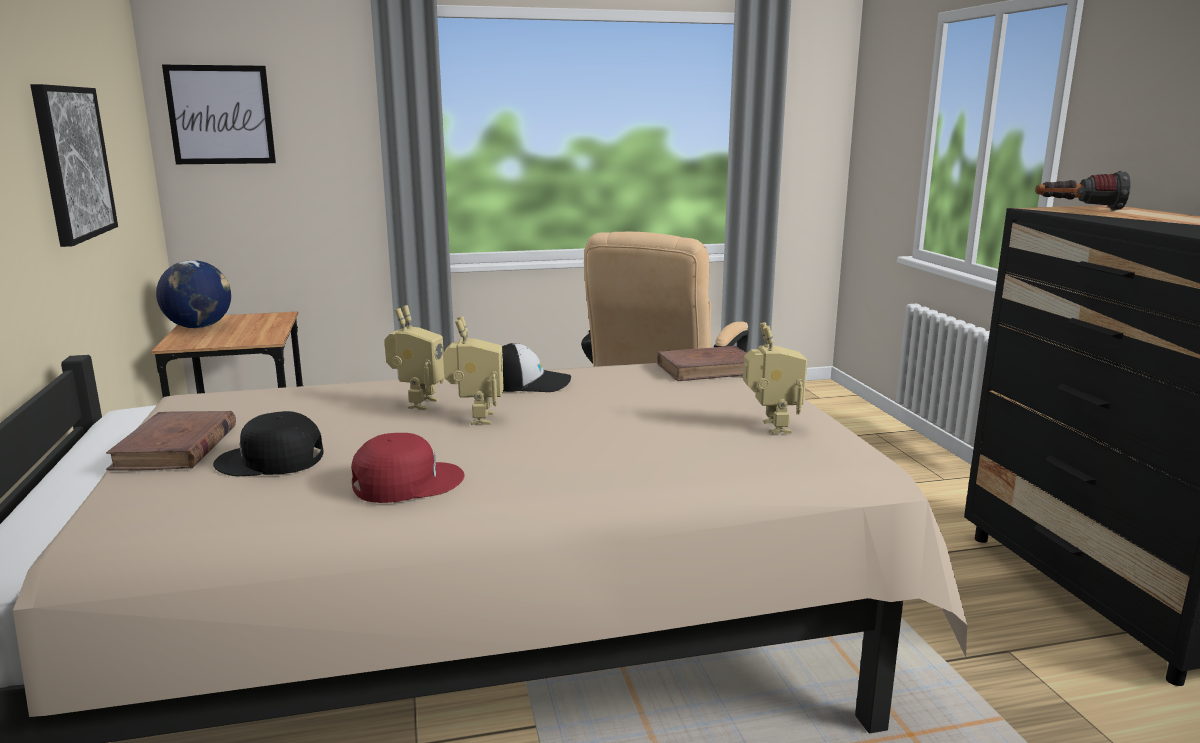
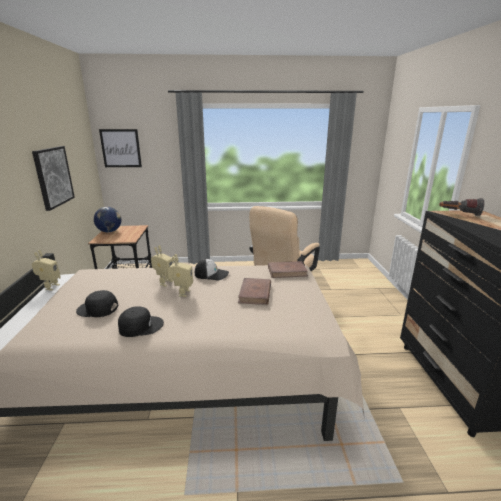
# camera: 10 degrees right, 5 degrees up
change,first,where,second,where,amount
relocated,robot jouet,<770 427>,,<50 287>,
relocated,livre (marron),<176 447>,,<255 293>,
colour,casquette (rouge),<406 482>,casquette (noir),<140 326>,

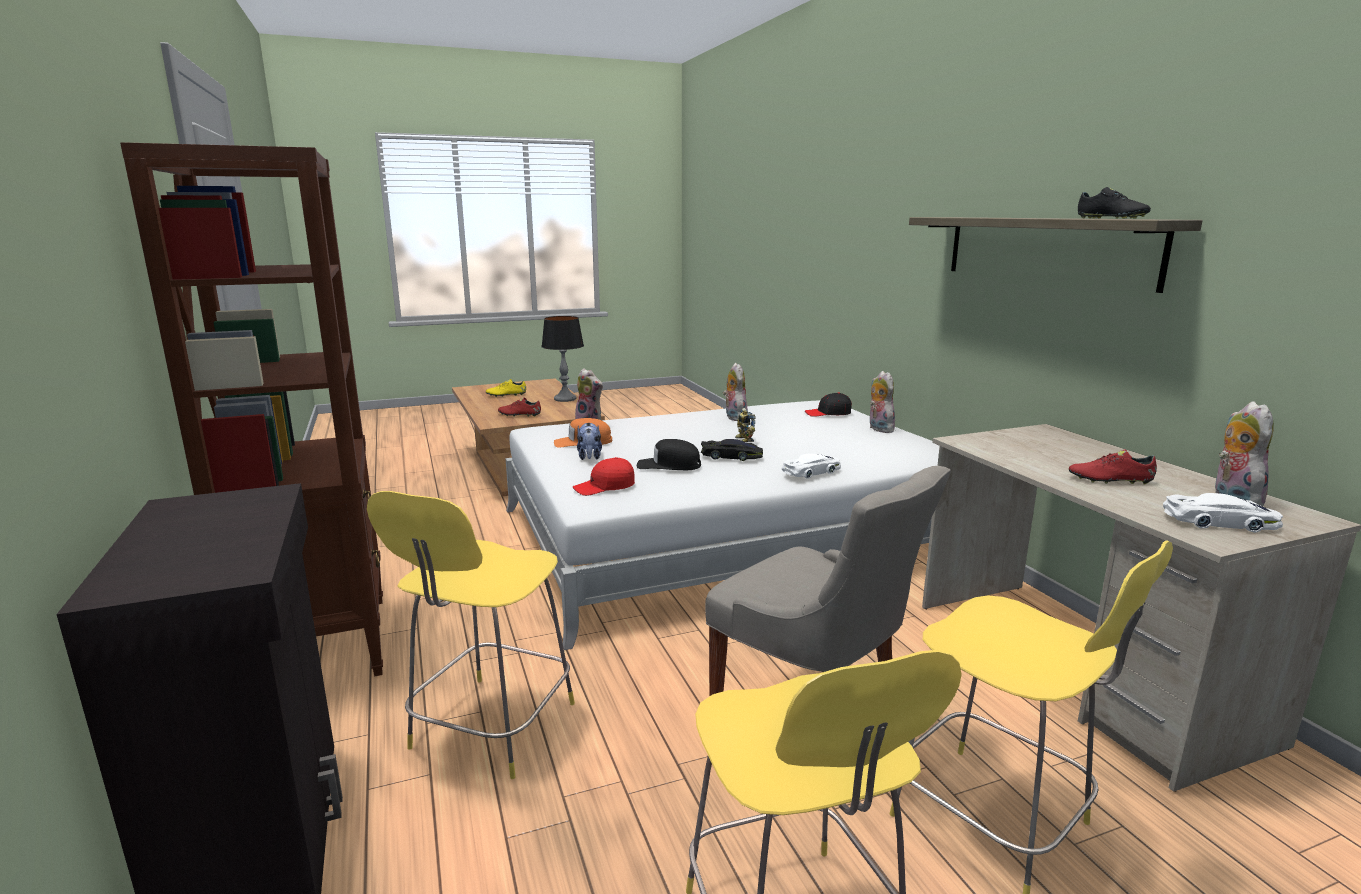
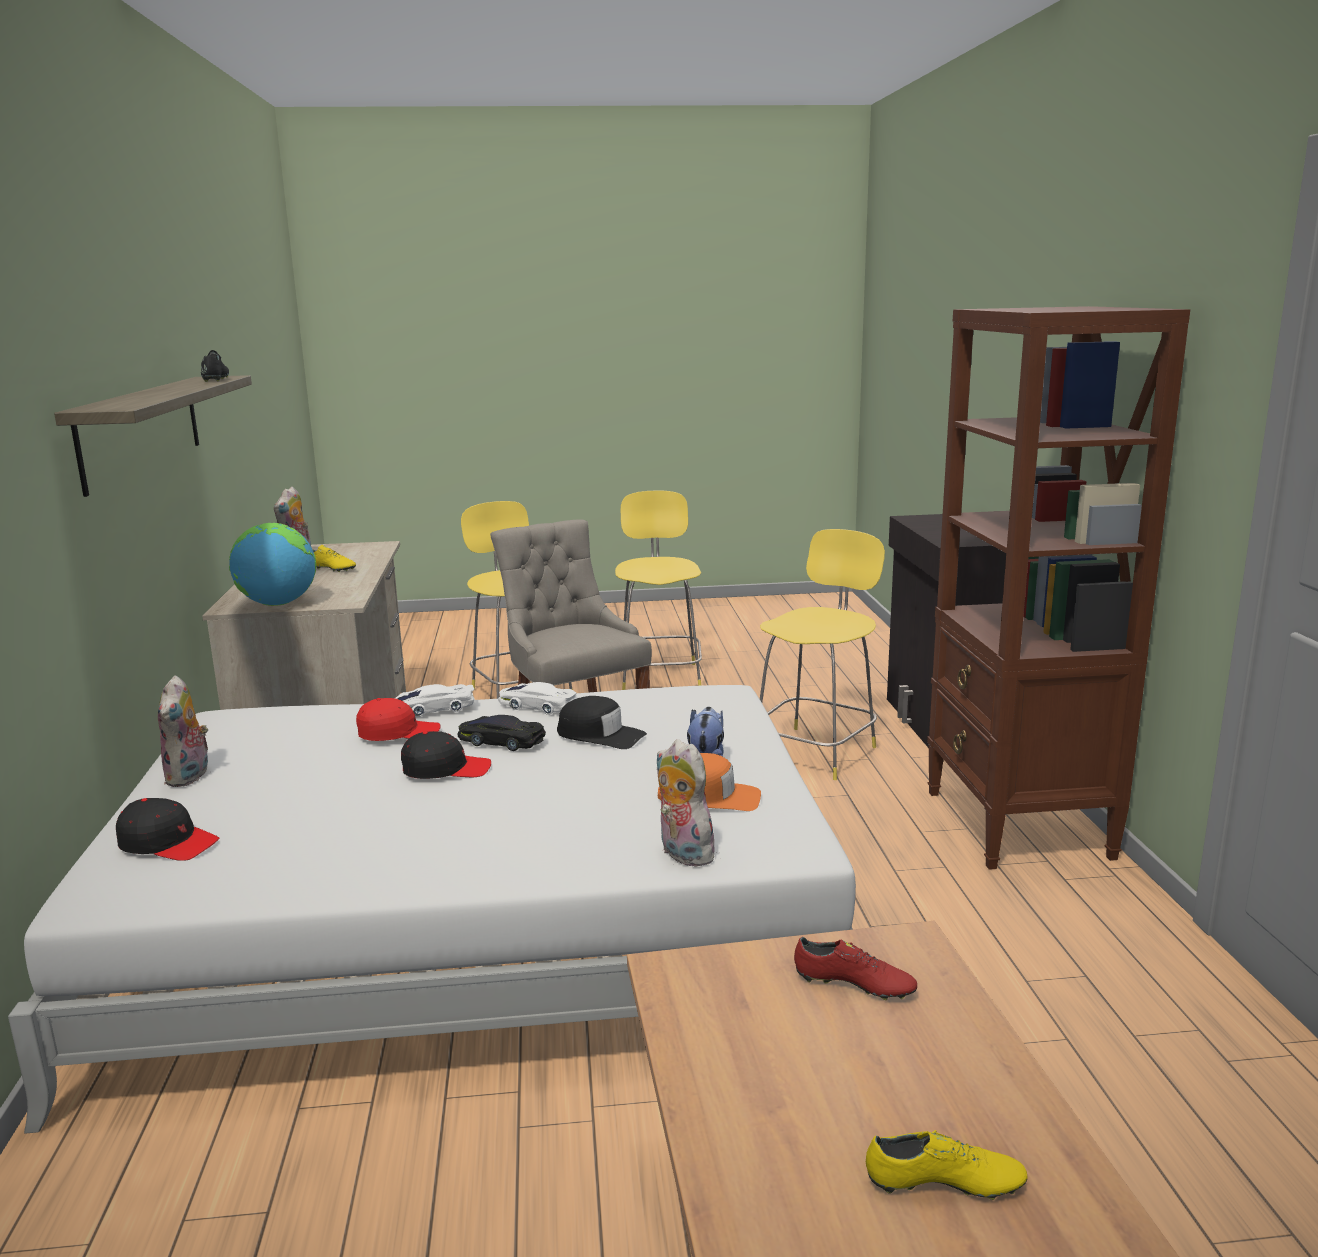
# camera: 165 degrees left, 0 degrees up
change,first,where,second,where,amount
missing,lampe de table,<565 399>,,,
missing,peluche,<734 417>,,,
exchanged,robot jouet,<743 440>,casquette (noir),<446 769>,
colour,chaussure (rouge),<1110 480>,chaussure (jaune),<331 569>,
relocated,casquette (rouge),<605 487>,,<398 733>,
relocated,petite voiture (blanc),<1220 522>,,<537 705>,
appeared,,,globe,<277 604>,

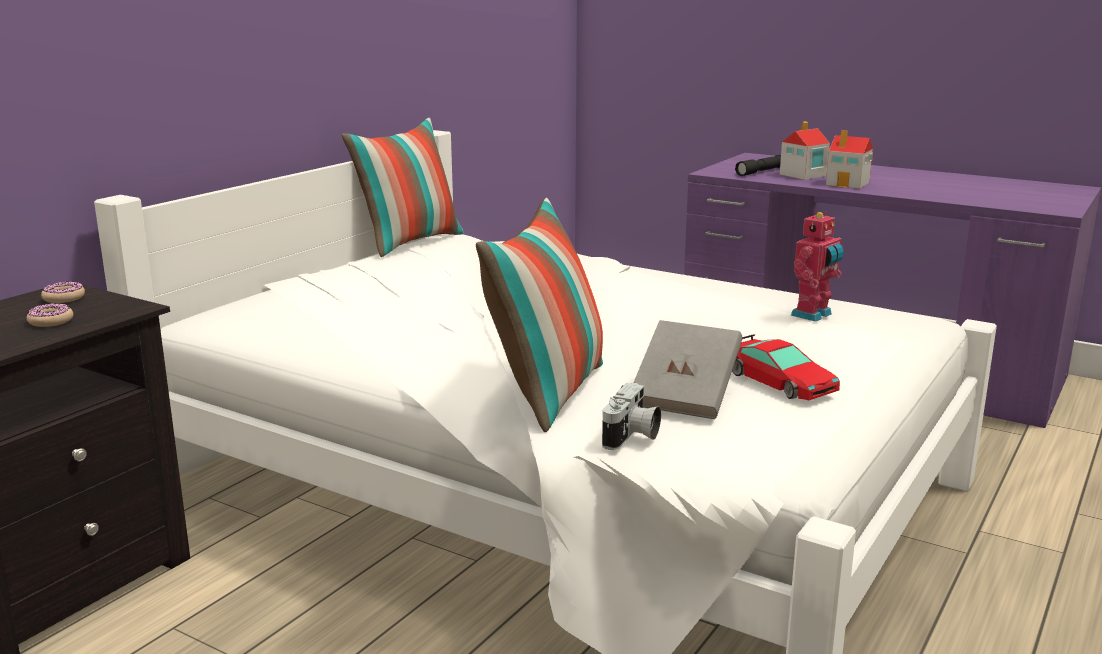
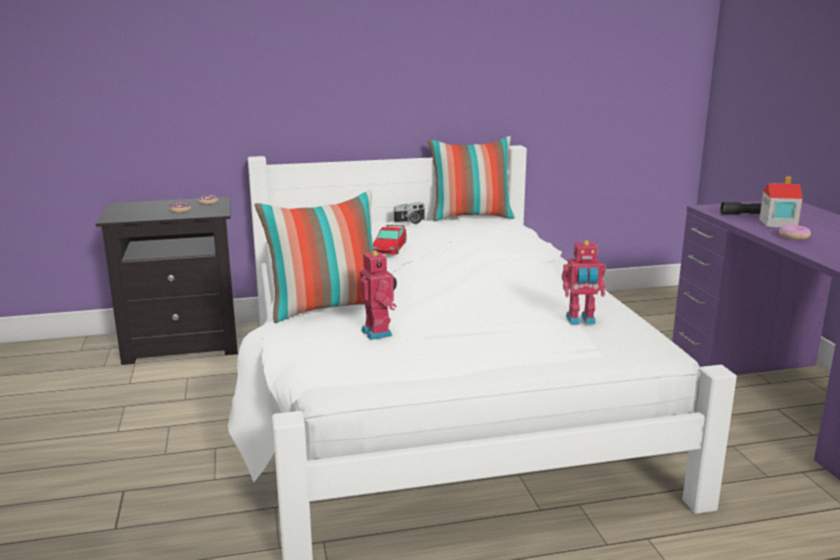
# camera: 45 degrees right, 0 degrees up
change,first,where,second,where,amount
exchanged,maison miniature,<848 183>,beignet,<793 237>,
exchanged,livre (gris),<686 395>,robot jouet,<379 332>,
relocated,petite voiture,<778 382>,,<389 248>,
relocated,appareil photo,<632 437>,,<410 222>,

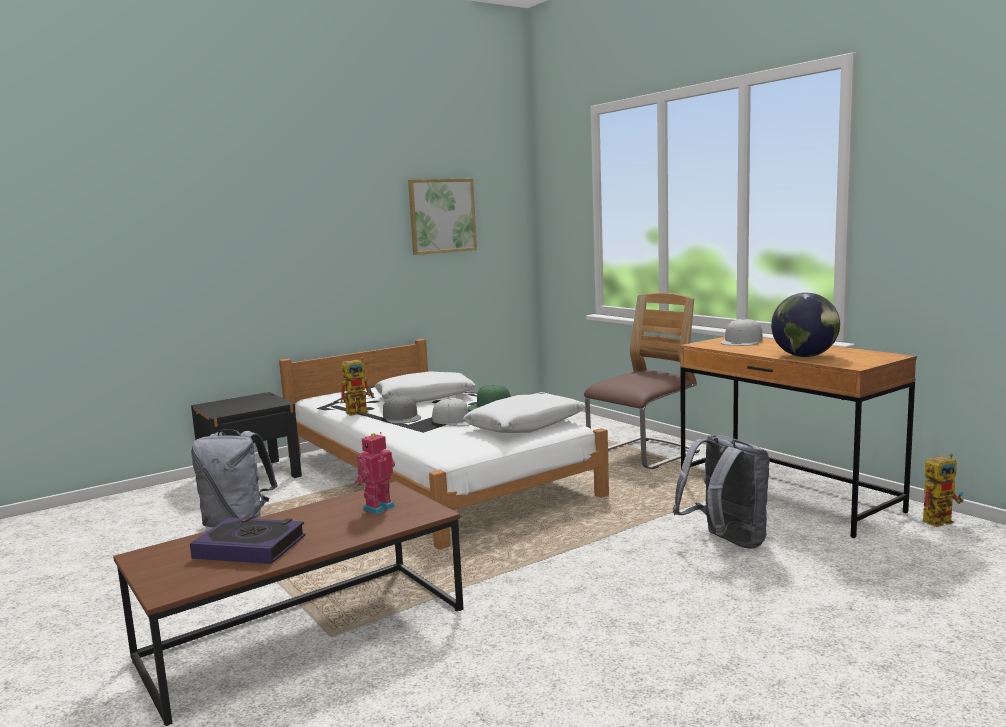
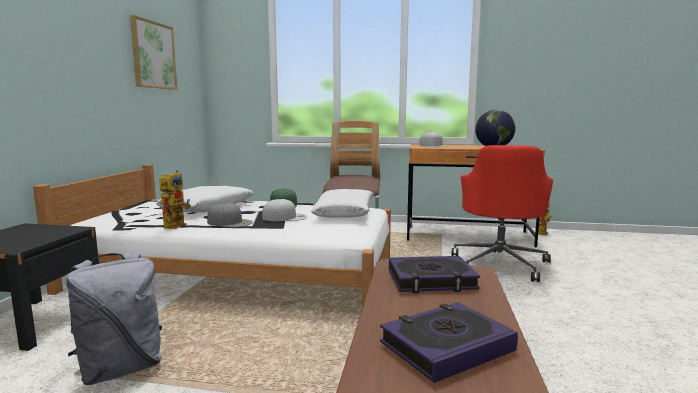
# camera: 45 degrees left, 0 degrees up
change,first,where,second,where,amount
exchanged,robot jouet,<377 507>,livre,<431 280>,
exchanged,sac à dos (gris),<725 542>,chaise de bureau (rouge),<500 264>,

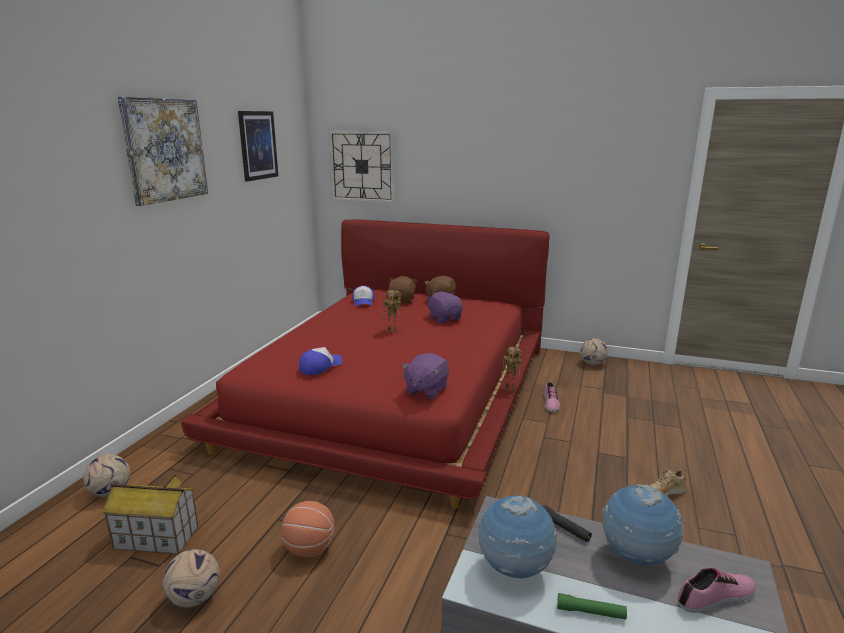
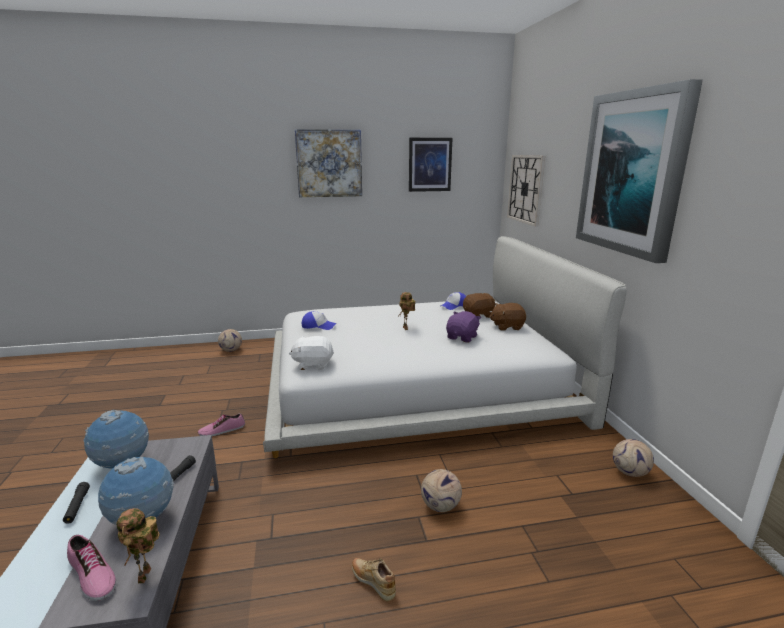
# camera: 60 degrees right, 0 degrees up
change,first,where,second,where,amount
colour,lit (rouge),<396 392>,lit (blanc),<417 384>,
relocated,robot jouet,<511 389>,,<146 576>,
colour,peluche (violet),<426 390>,peluche (blanc),<313 364>,
relocated,chaussure,<550 402>,,<222 430>,
missing,maison miniature,<155 537>,,,
missing,ballon de basket,<309 549>,,,
relocated,ballon de foot,<194 598>,,<440 506>,
colour,lampe de poche (vert),<591 612>,lampe de poche (noir),<77 506>,
appeared,,,tableau,<632 173>,

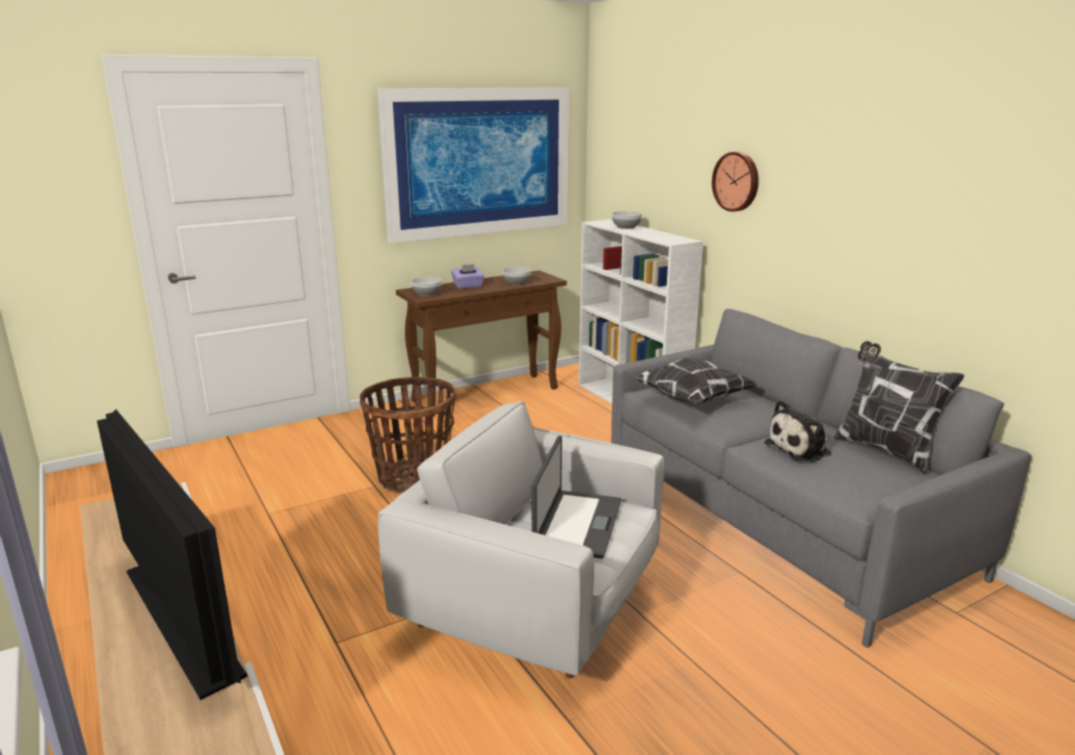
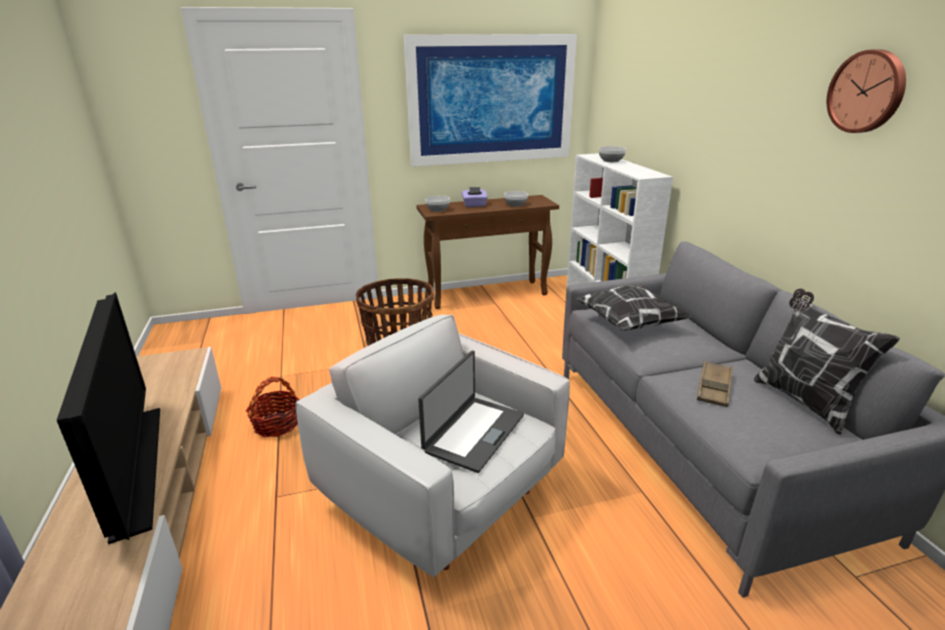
# camera: 15 degrees right, 5 degrees up
change,first,where,second,where,amount
relocated,horloge murale,<737 181>,,<867 92>,
exchanged,peluche,<801 449>,plateau (marron),<714 388>,
appeared,,,panier,<277 424>,

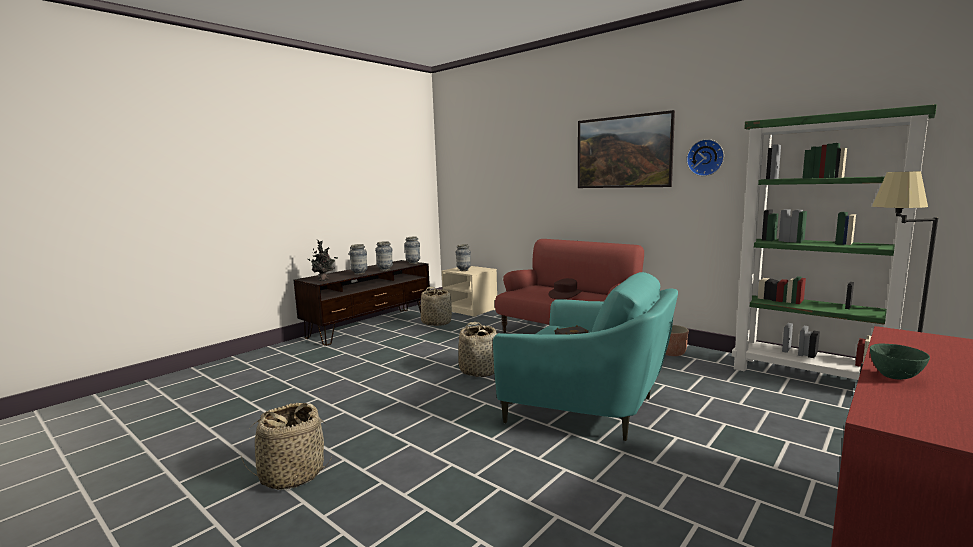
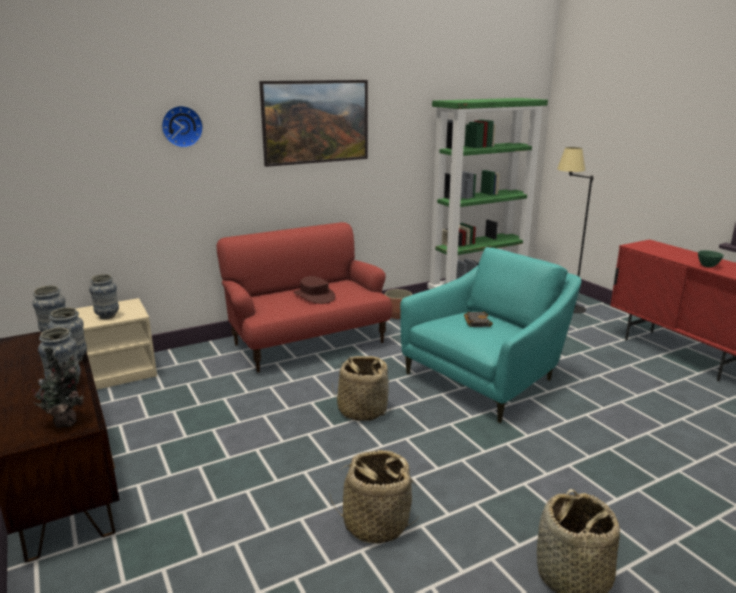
# camera: 70 degrees left, 10 degrees up
change,first,where,second,where,amount
relocated,horloge murale,<705 157>,,<181 126>,
relocated,panier,<436 322>,,<375 523>,

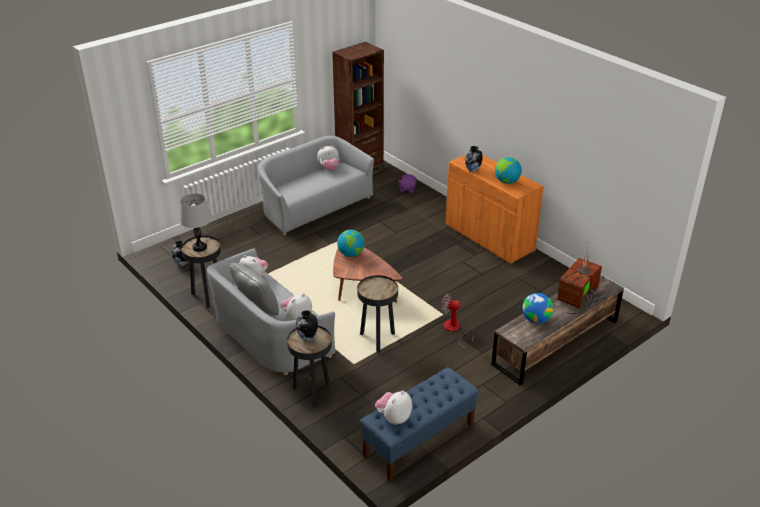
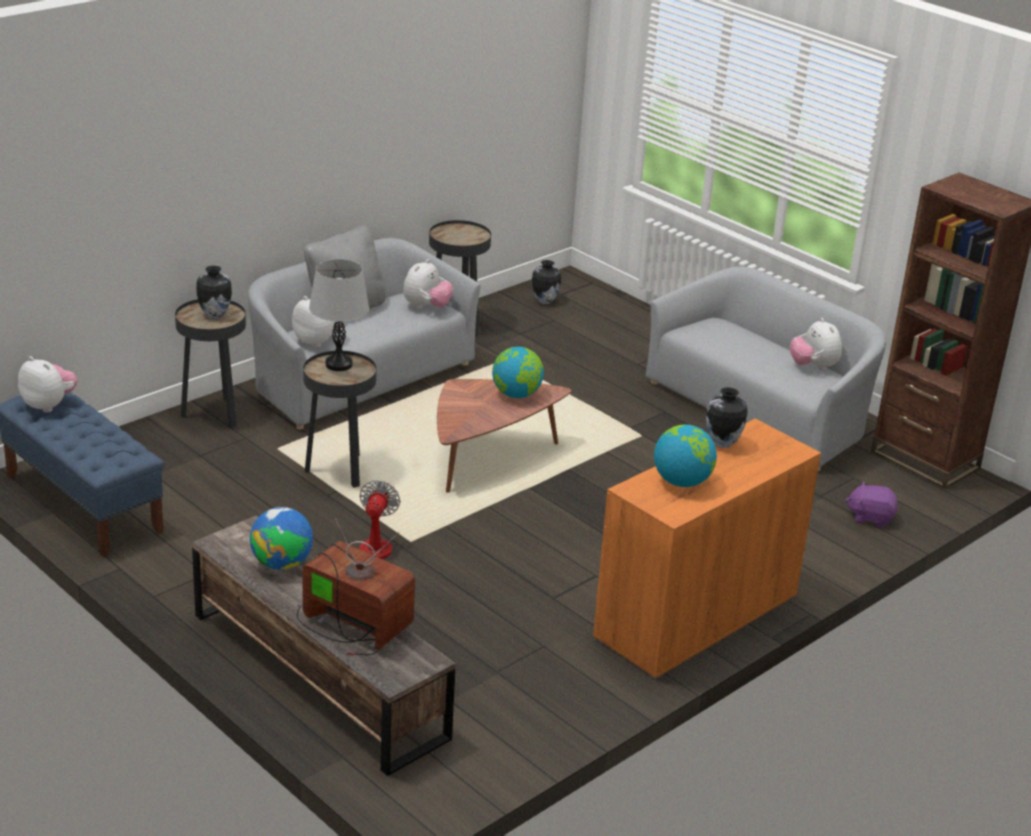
# camera: 85 degrees right, 5 degrees down
change,first,where,second,where,amount
relocated,lampe de table (gris),<199 247>,,<338 364>,

